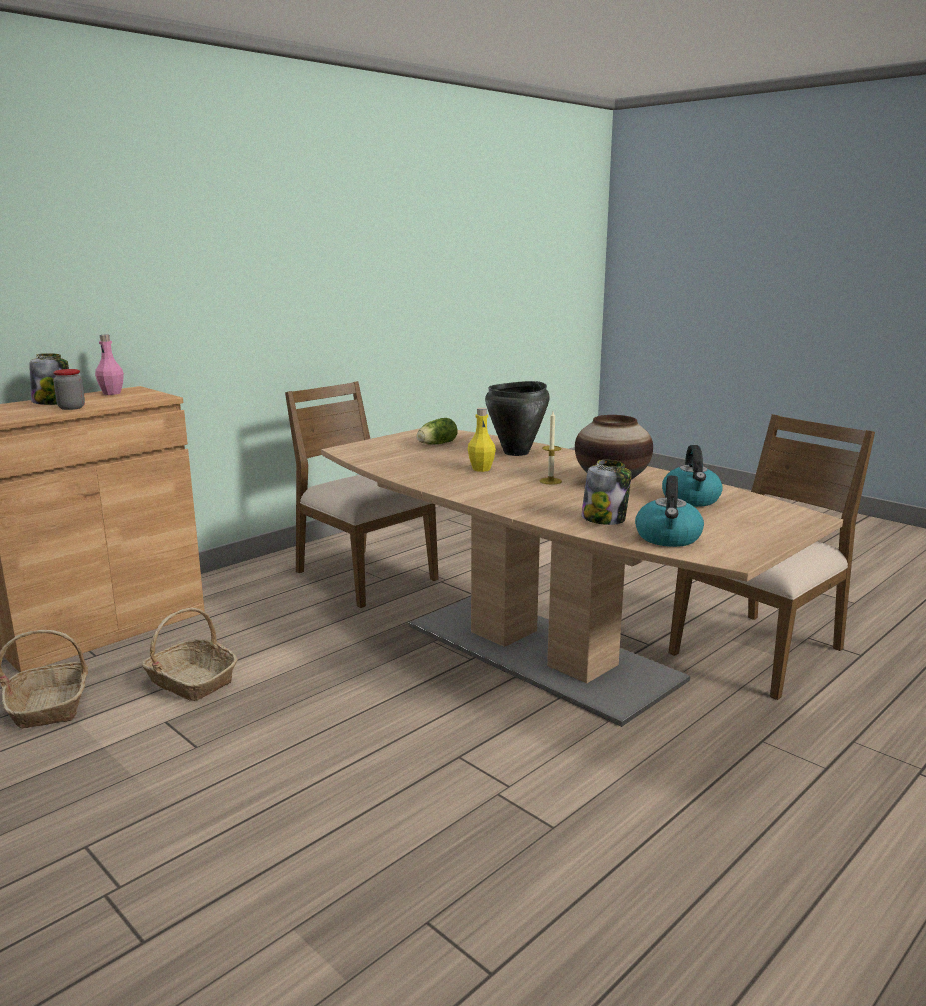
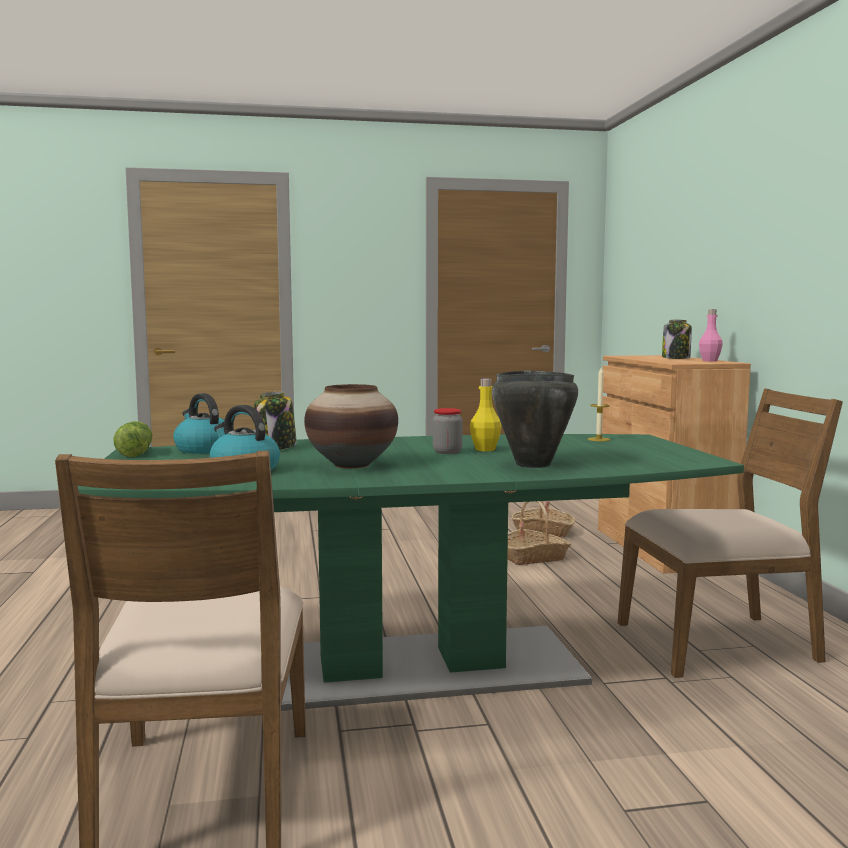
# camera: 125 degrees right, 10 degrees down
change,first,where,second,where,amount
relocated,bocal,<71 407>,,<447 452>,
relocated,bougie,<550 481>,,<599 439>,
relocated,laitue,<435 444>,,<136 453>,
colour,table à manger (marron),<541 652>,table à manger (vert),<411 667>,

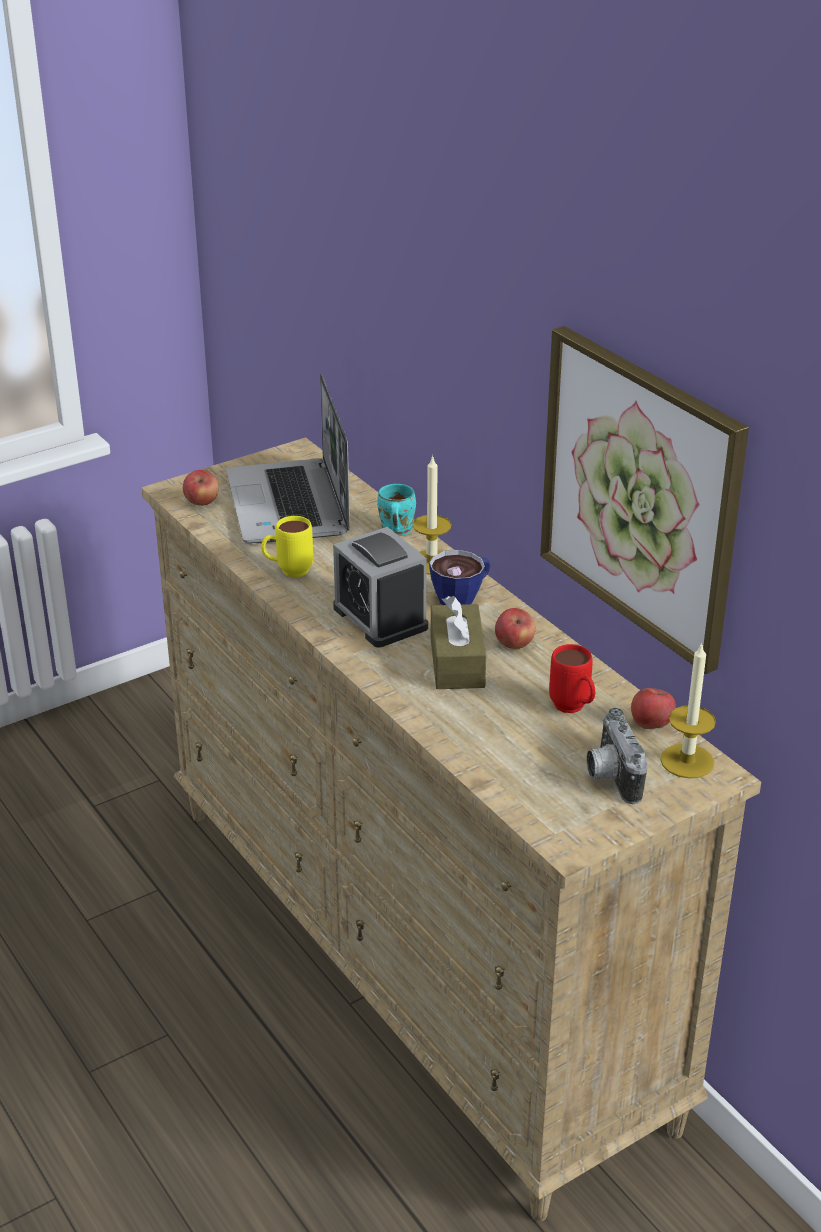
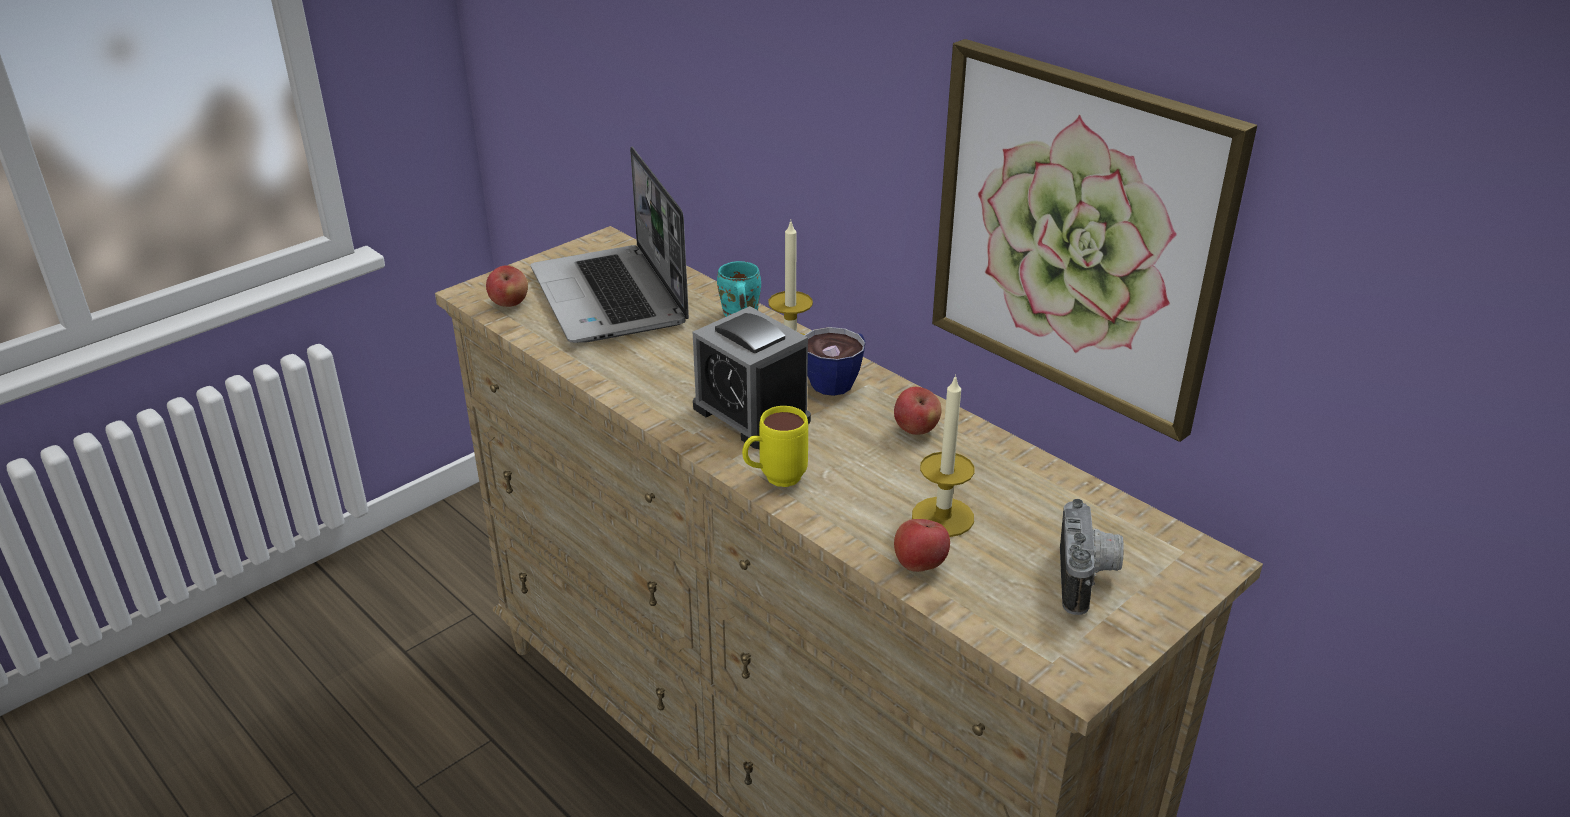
# camera: 10 degrees left, 0 degrees up
change,first,where,second,where,amount
relocated,mug (jaune),<288 572>,,<774 480>,
missing,boîte à mouchoirs (marron),<457 662>,,,
relocated,bougie,<687 761>,,<942 517>,
missing,mug (rouge),<573 709>,,,
relocated,pomme,<651 724>,,<919 564>,
spun,appareil photo,<609 776>,,<1087 579>,150 degrees counterclockwise

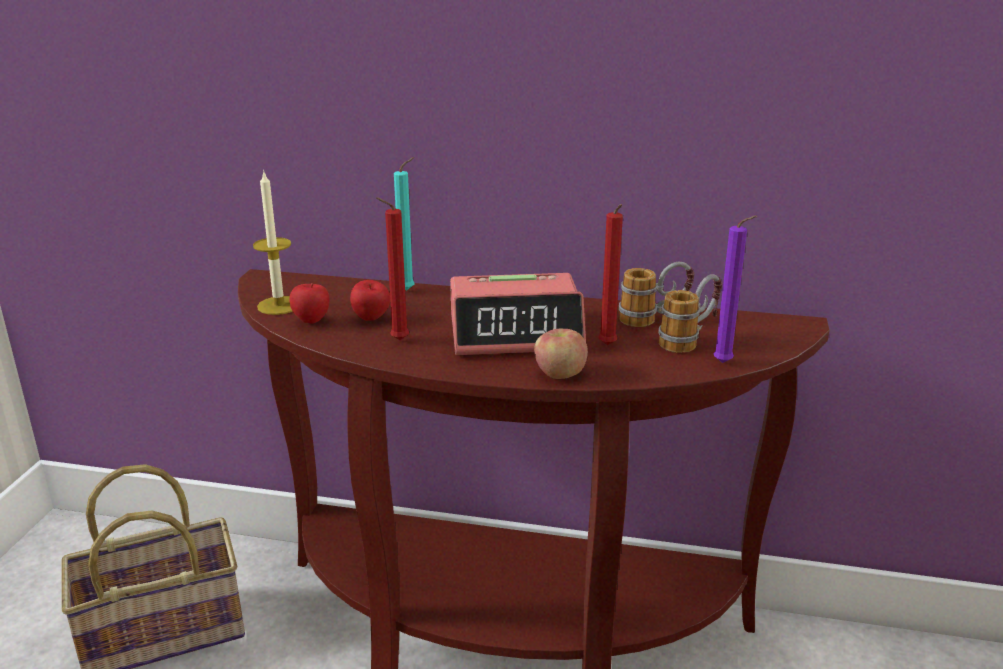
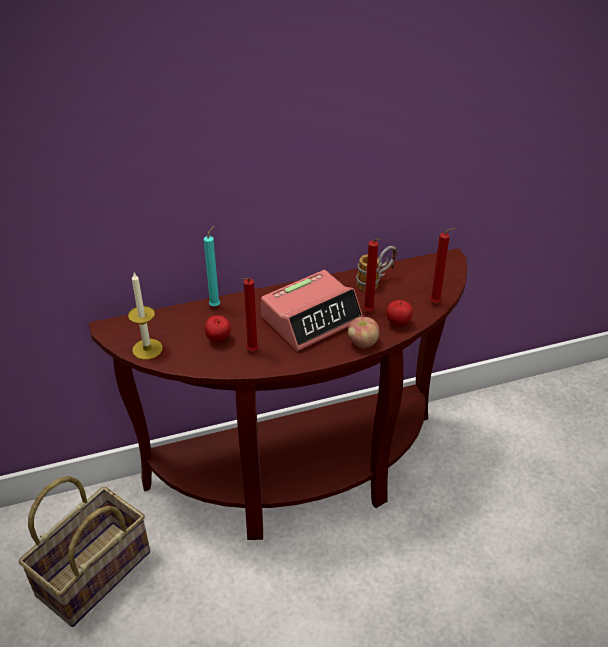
# camera: 30 degrees left, 15 degrees up
change,first,where,second,where,amount
colour,bougie (violet),<725 364>,bougie (rouge),<437 303>,
missing,mug,<689 339>,,,
relocated,pomme,<312 321>,,<398 323>,

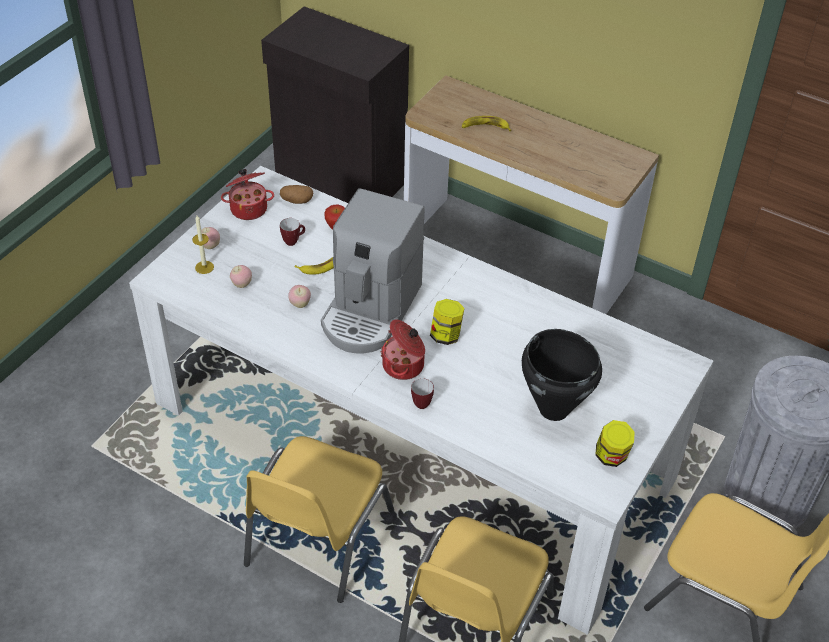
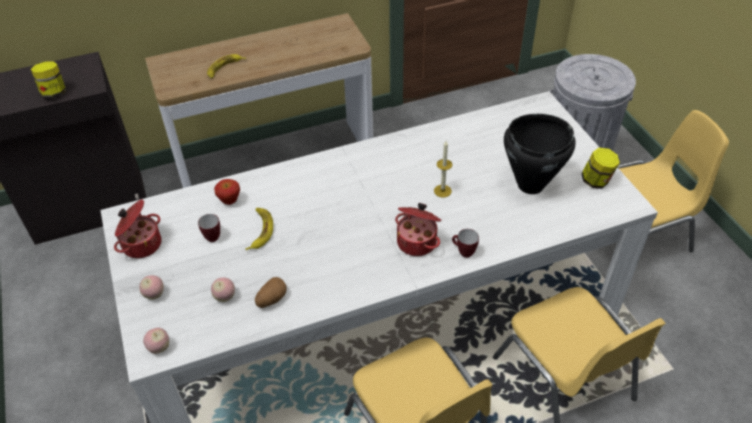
# camera: 50 degrees left, 0 degrees up
change,first,where,second,where,amount
relocated,pomme de terre,<296 201>,,<271 299>,
missing,machine à café,<370 310>,,,
relocated,bougie,<204 267>,,<442 191>,
relocated,pomme,<300 304>,,<159 348>,
relocated,bocal,<446 335>,,<54 93>,

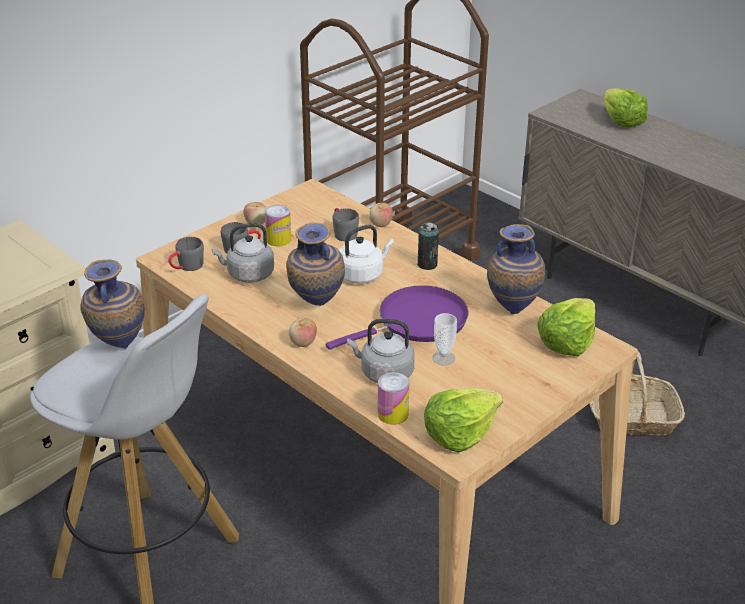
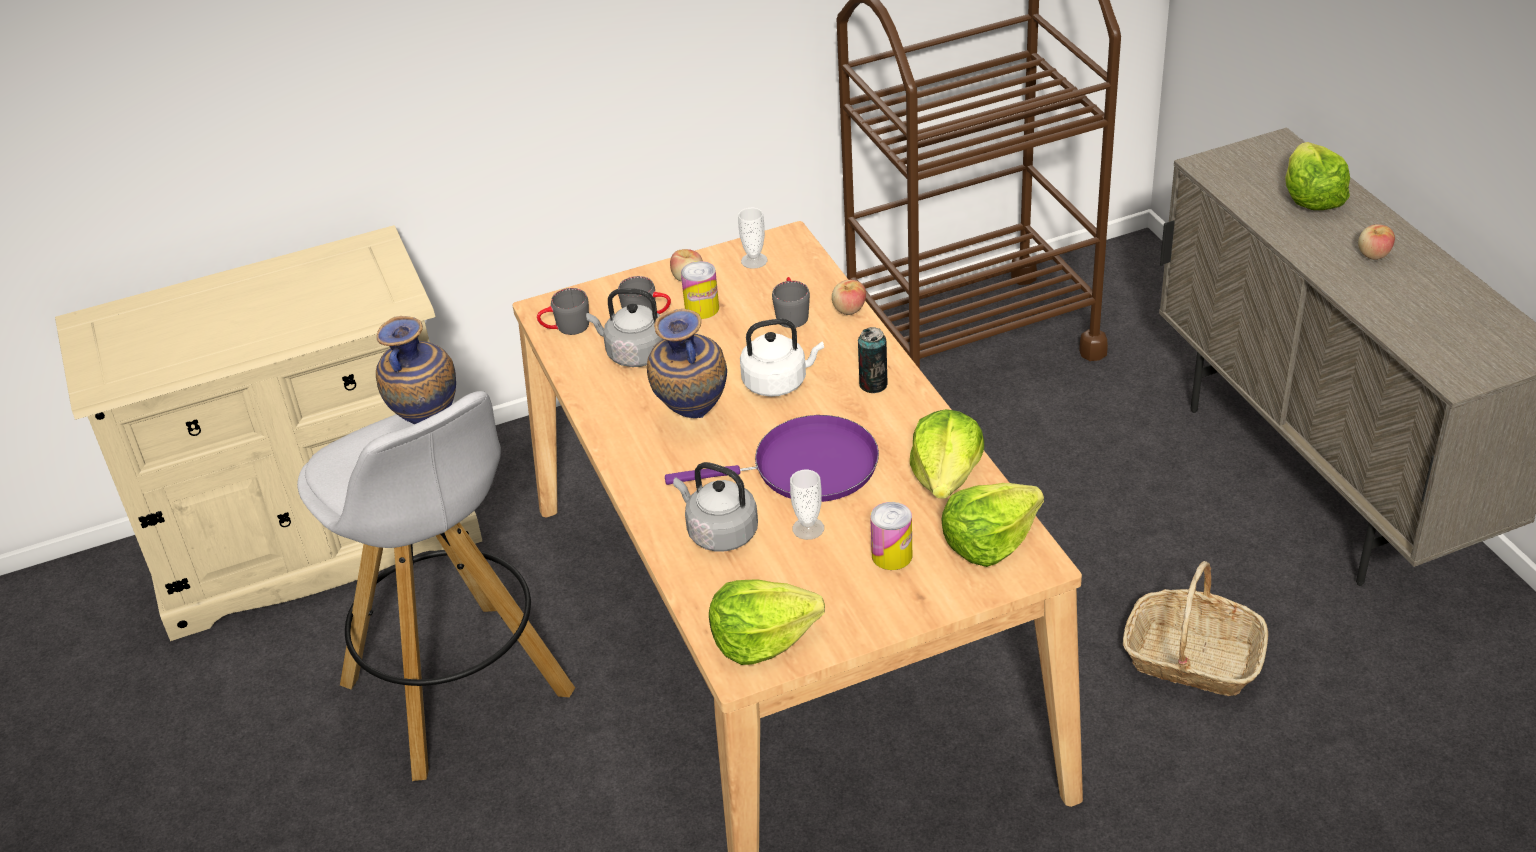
# camera: 25 degrees right, 5 degrees up
change,first,where,second,where,amount
exchanged,vase,<512 309>,laitue,<946 476>,
relocated,pomme,<303 343>,,<1373 255>,
relocated,boîte métallique,<393 414>,,<892 555>,
appeared,,,tasse,<754 260>,

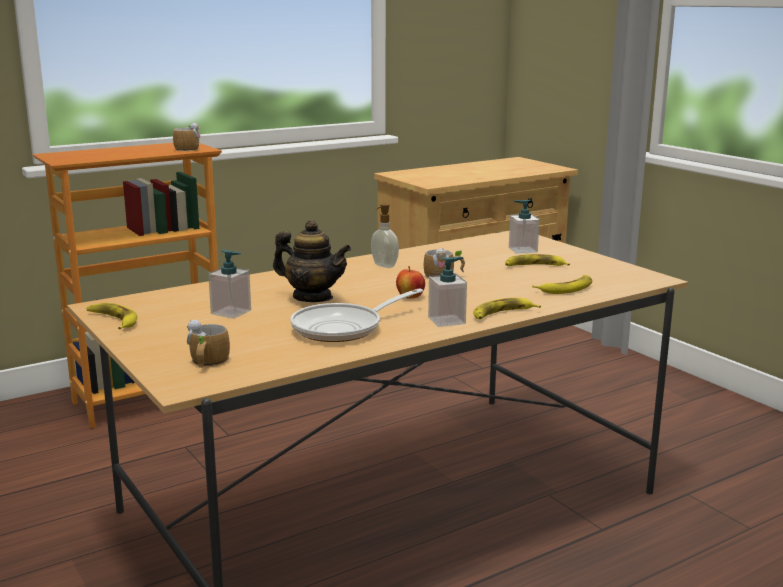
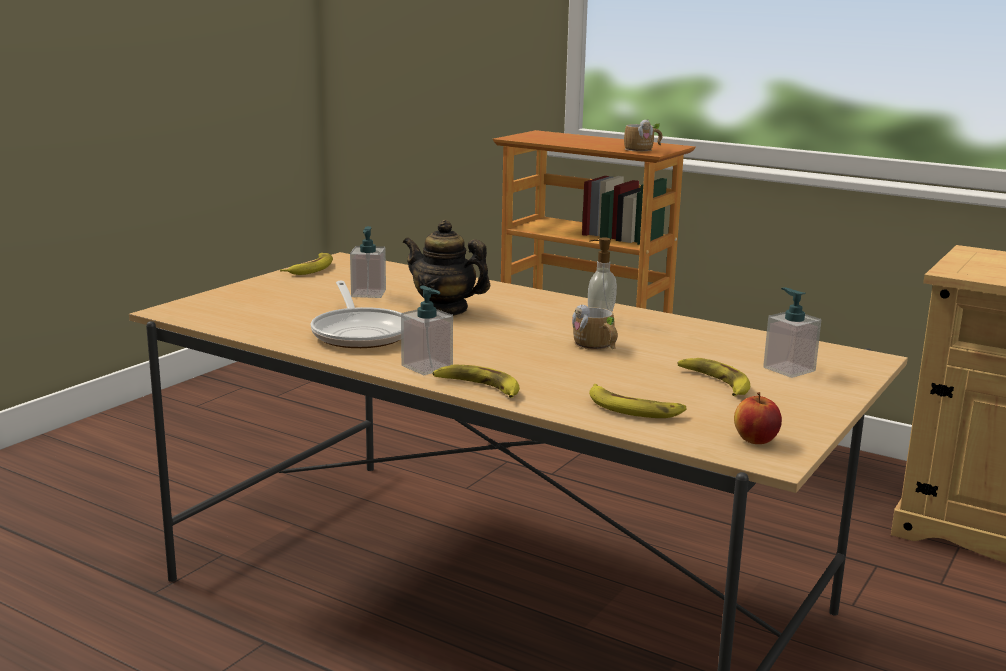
# camera: 65 degrees right, 0 degrees up
change,first,where,second,where,amount
spun,théière,<312 297>,,<444 310>,120 degrees clockwise
relocated,pomme,<410 296>,,<755 440>,
spun,poêle,<343 328>,,<360 333>,135 degrees counterclockwise
missing,mug,<207 362>,,,

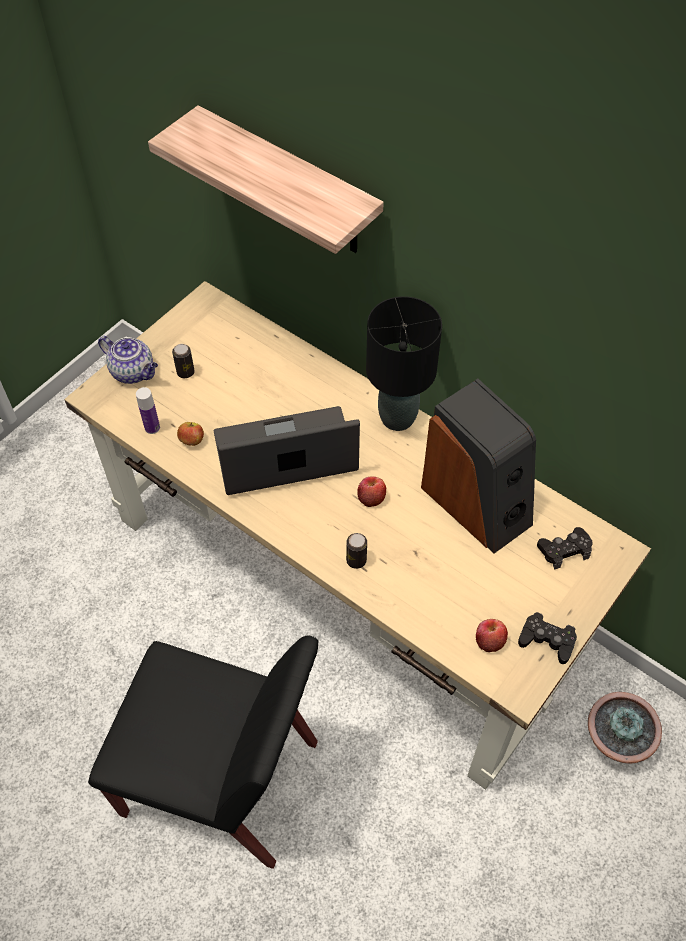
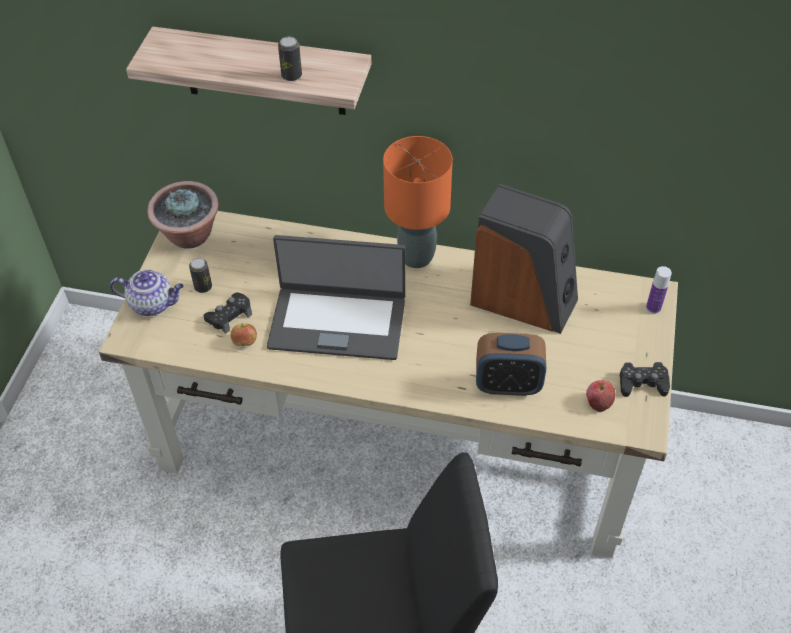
# camera: 25 degrees left, 5 degrees down
change,first,where,second,where,amount
colour,lampe de table (noir),<397 417>,lampe de table (orange),<416 257>,
relocated,bouteille,<152 427>,,<653 307>,
spun,ordinateur portable,<285 454>,,<337 322>,135 degrees counterclockwise
missing,pomme,<371 497>,,,
relocated,manette (noir),<564 550>,,<229 316>,
relocated,boîte métallique,<356 560>,,<291 75>,
relocated,plante en pot,<615 741>,,<189 236>,
appeared,,,réveil,<508 385>,

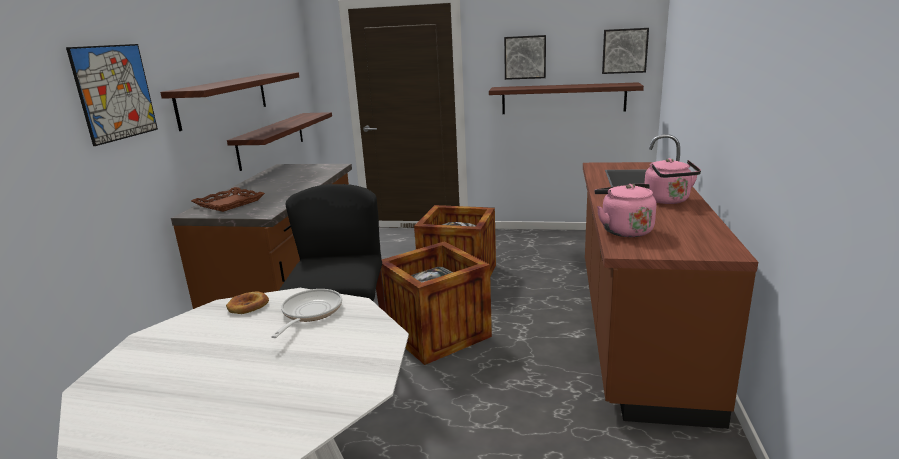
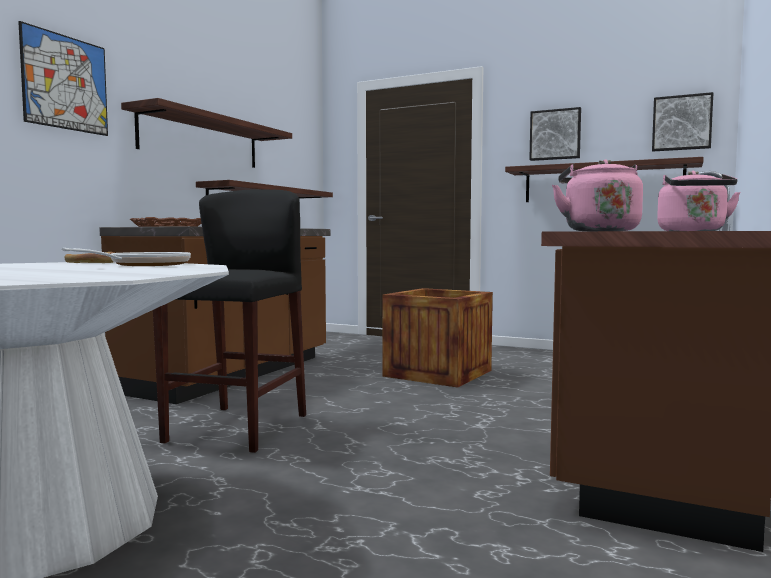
# camera: 15 degrees right, 15 degrees down
change,first,where,second,where,amount
missing,caisse,<437 333>,,,

